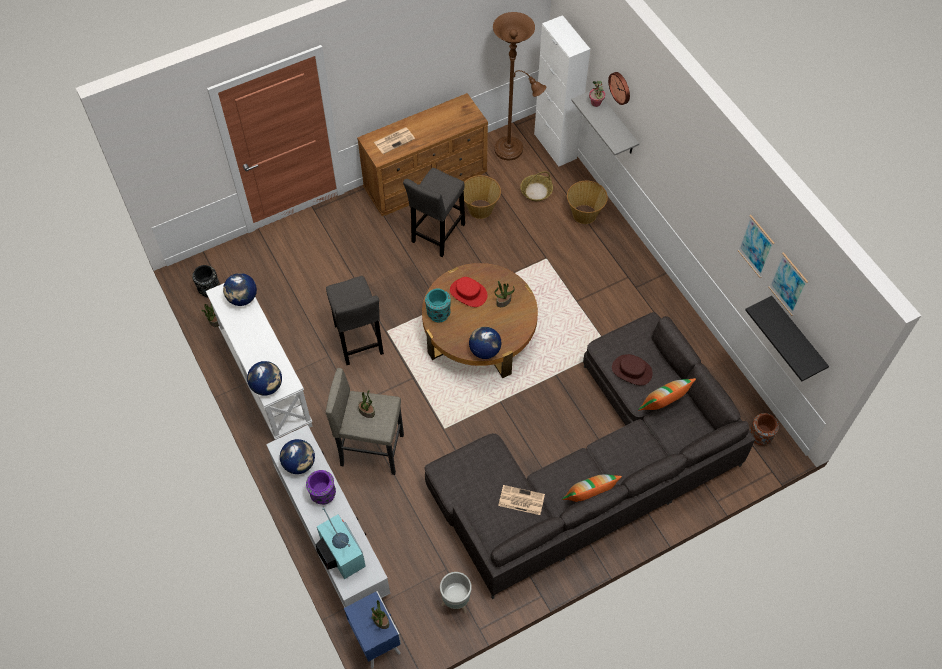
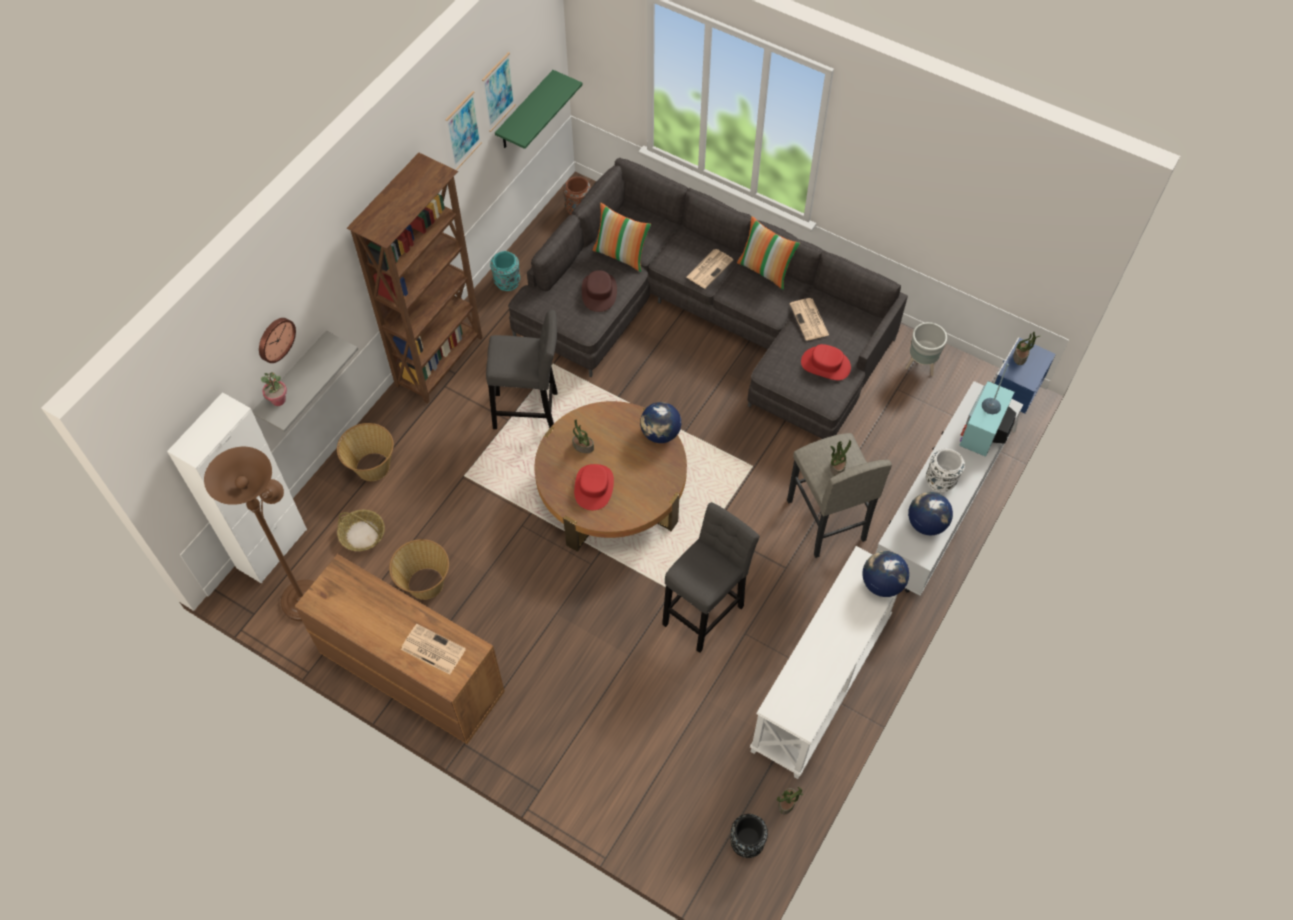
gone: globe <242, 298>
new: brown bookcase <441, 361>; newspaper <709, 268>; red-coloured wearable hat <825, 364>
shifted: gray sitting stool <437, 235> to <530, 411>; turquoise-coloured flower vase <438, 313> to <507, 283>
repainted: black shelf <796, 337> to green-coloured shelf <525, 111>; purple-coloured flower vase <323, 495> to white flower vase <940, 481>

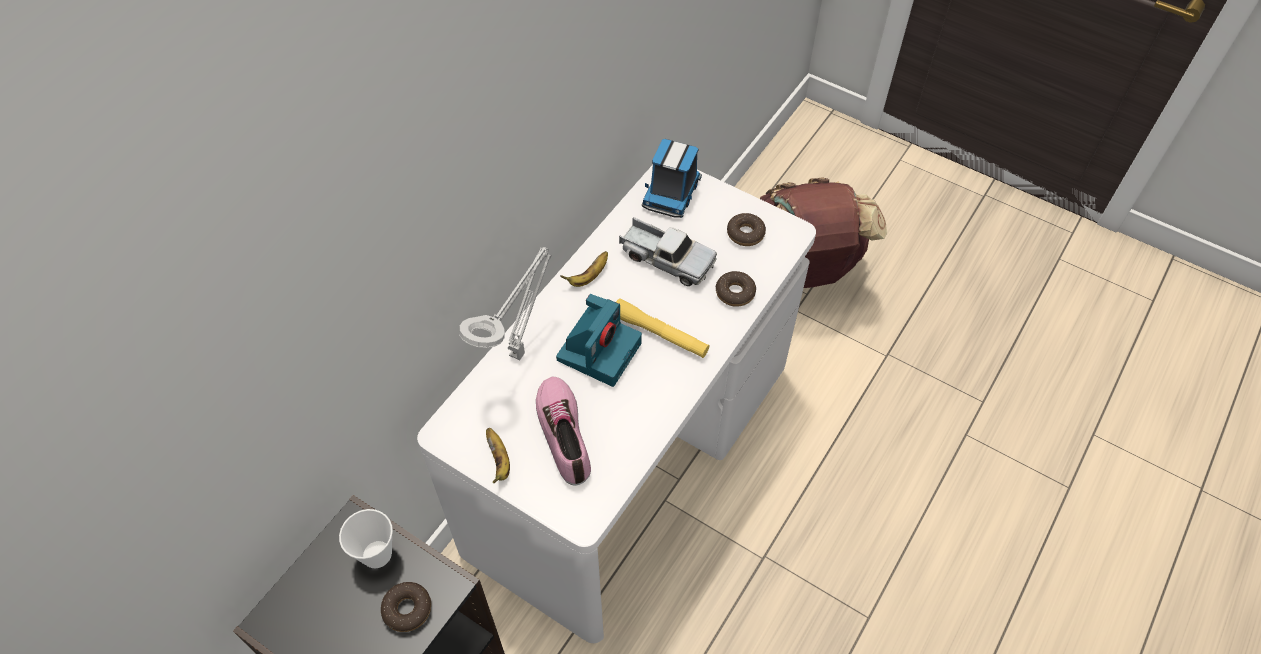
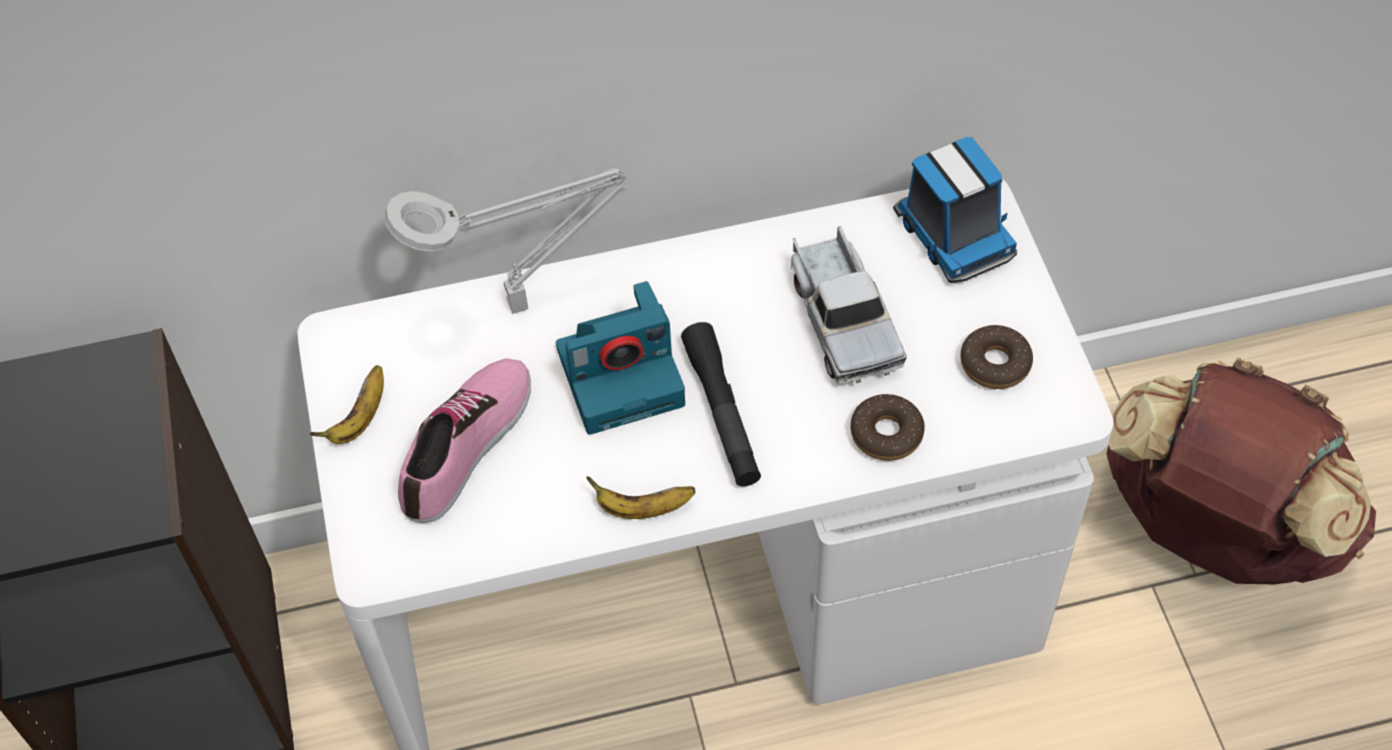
gone: small cup <377, 554>; donut <407, 609>
shifted: banana fruit <588, 277> to <642, 509>
repainted: yellow torch <660, 334> to black torch <722, 413>
rotated: model truck <672, 192> = <952, 234> 90 degrees counterclockwise

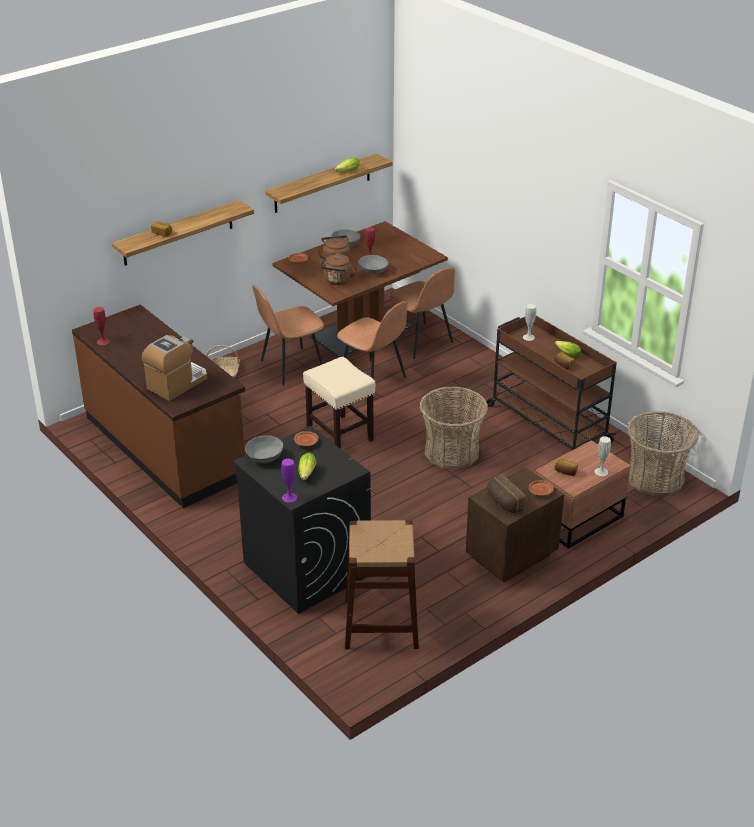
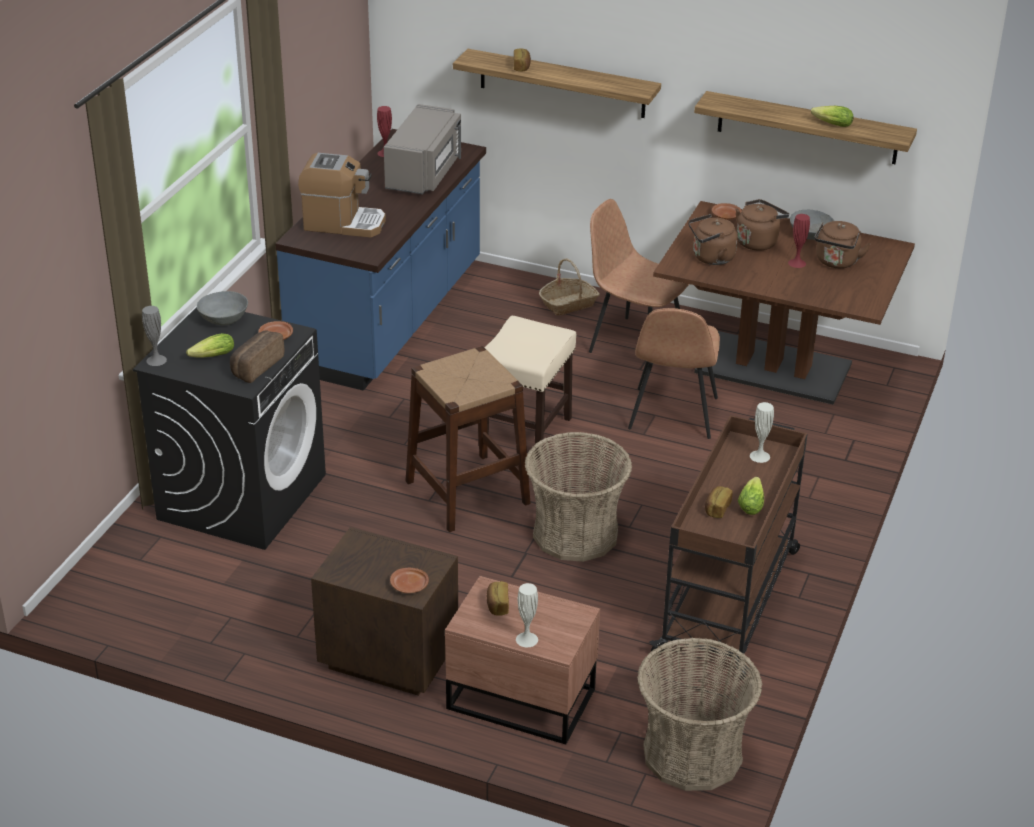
gone: gray bowl <373, 271>; brown plain chair <420, 342>
new: gray microwave oven <425, 173>; brown tea kettle <836, 262>
shifted: bread <503, 502> to <255, 366>; brown sitting stool <381, 623> to <467, 492>
repainted: purple-coloured flower vase <289, 497> to gray flower vase <156, 360>; brown counter <165, 446> to blue-coloured counter <390, 318>

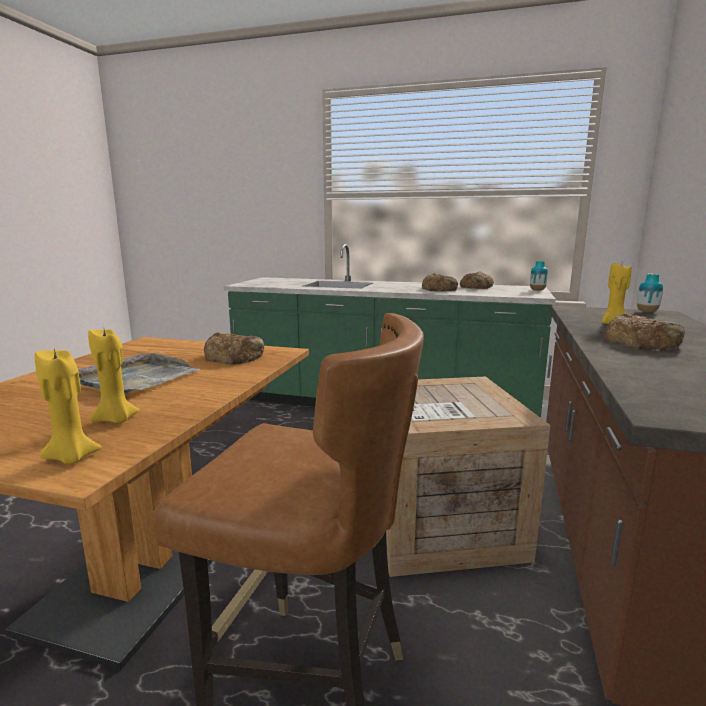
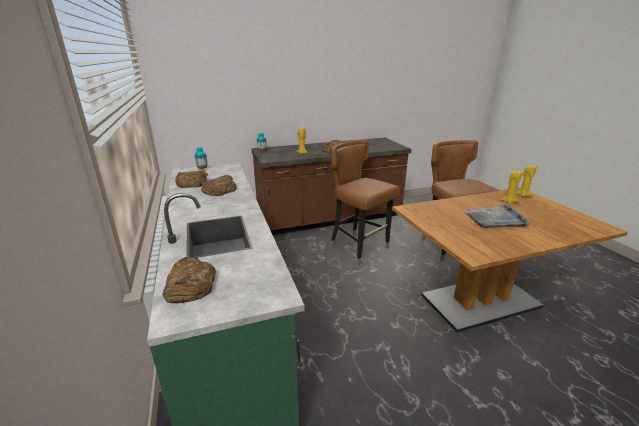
shifted: bread <234, 356> to <190, 285>
swapped: crate <442, 525> to brown plain chair <359, 248>

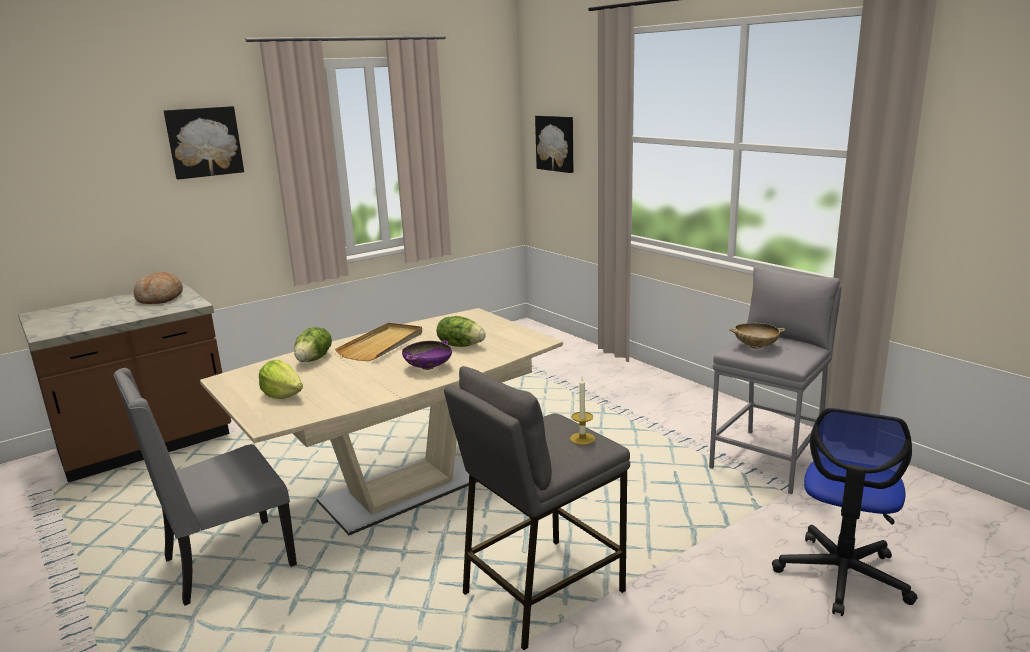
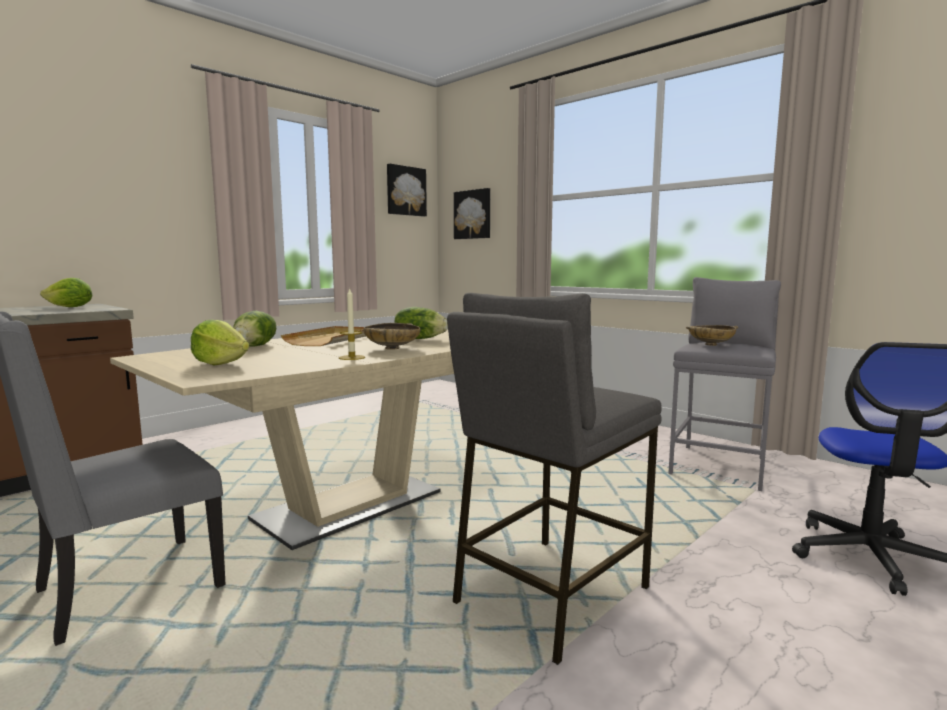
shifted: candle <582, 438> to <352, 357>; picture <204, 142> to <405, 191>
swapped: bread <160, 298> to lettuce head <70, 307>
repainted: purple-coloured bowl <428, 367> to sand-coloured bowl <392, 348>

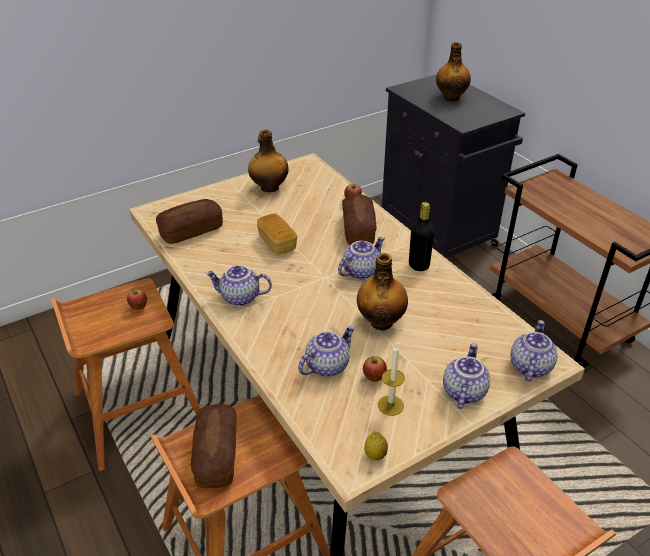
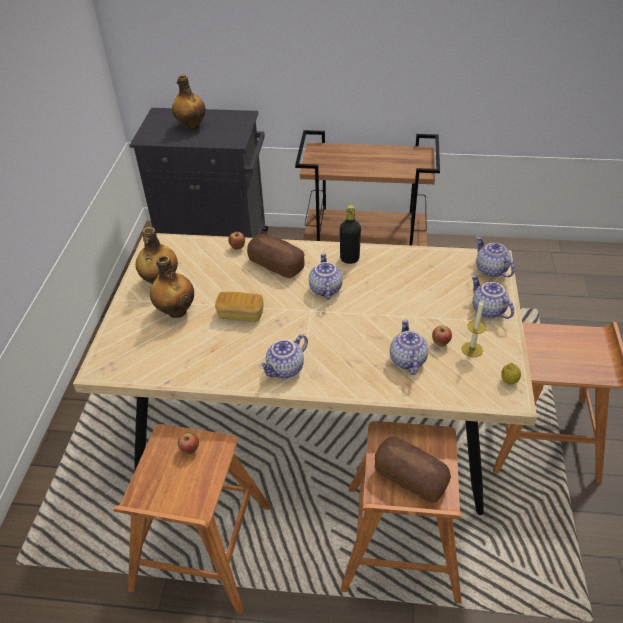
gone: bread <191, 231>
shifted: bottle <381, 321> to <176, 311>

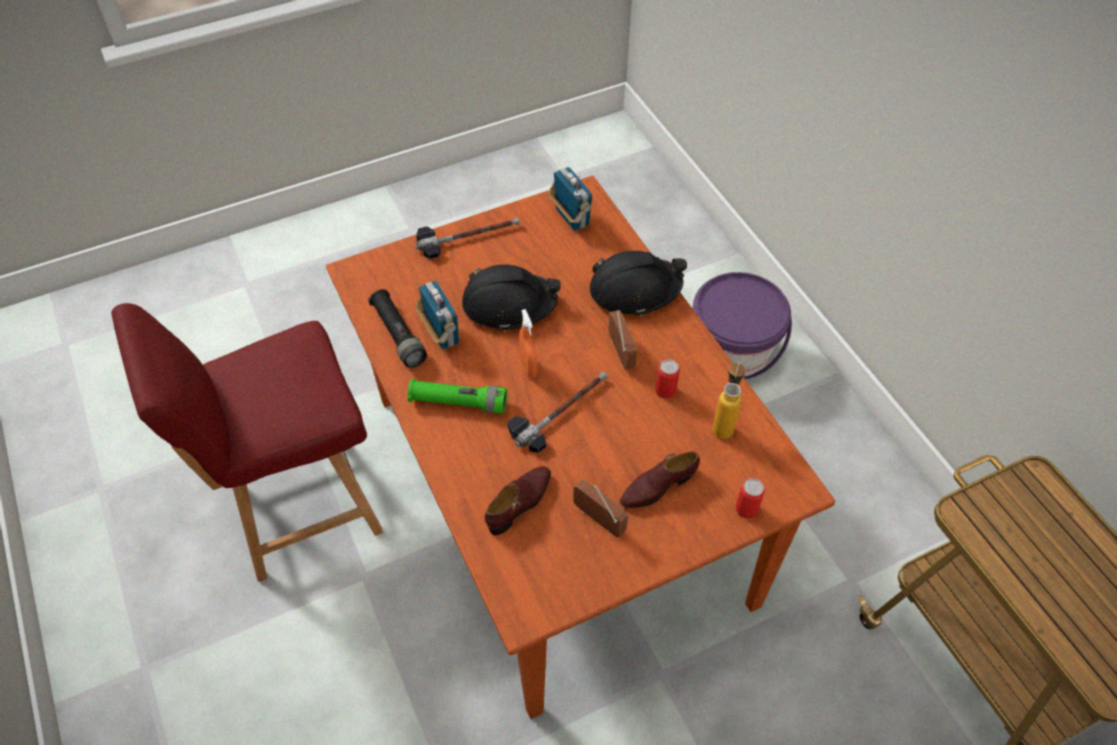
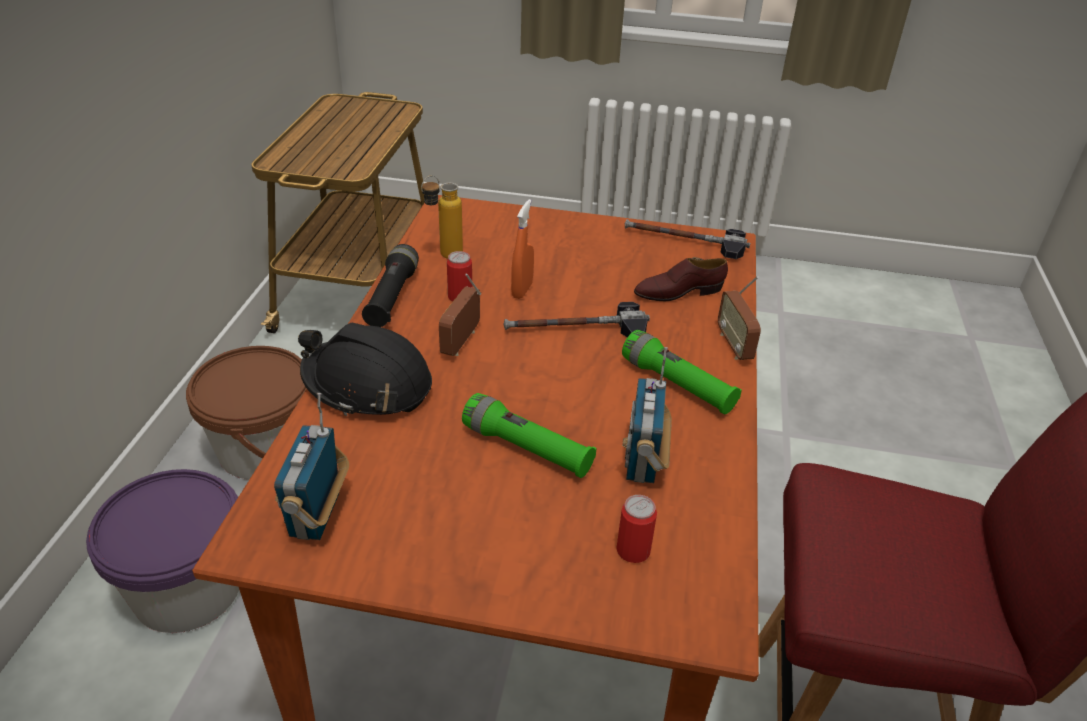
gone: brown shoe <658, 486>
new: brown water bucket <264, 449>
shifted: black torch <398, 335> to <391, 297>; orange-coloured spray bottle <528, 367> to <522, 290>; sealed can <746, 509> to <633, 550>; tool hammer <468, 237> to <684, 241>; radio receiver <598, 520> to <734, 345>
swapped: black safety helmet <509, 305> to green-coloured torch <527, 449>

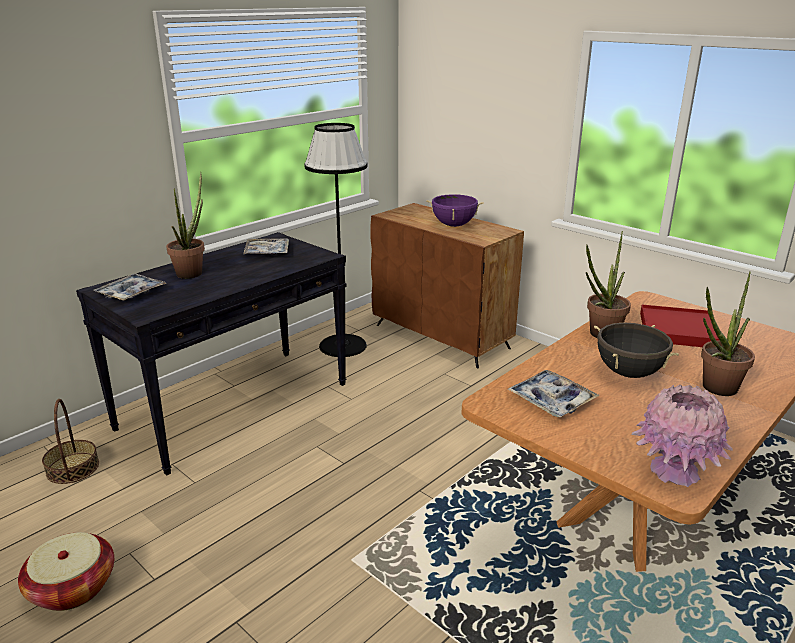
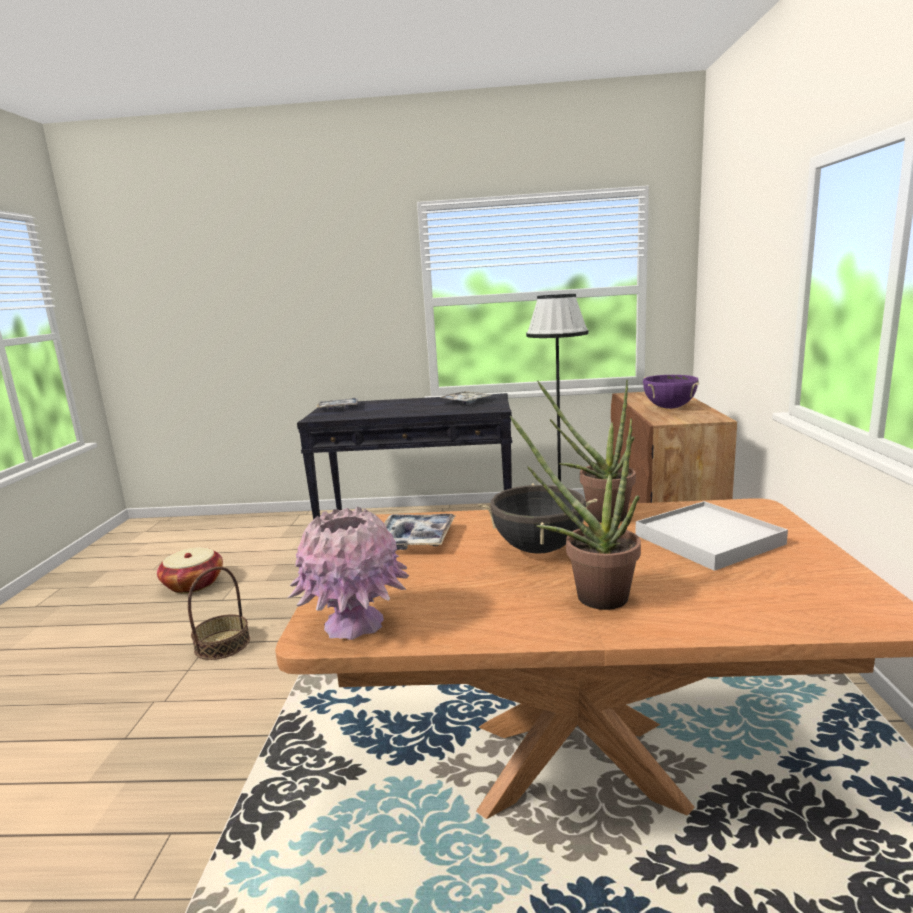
gone: potted plant <192, 272>
shifted: household basket <72, 468> to <222, 644>
repainted: red-coloured carrying tray <677, 330> to white carrying tray <708, 539>

